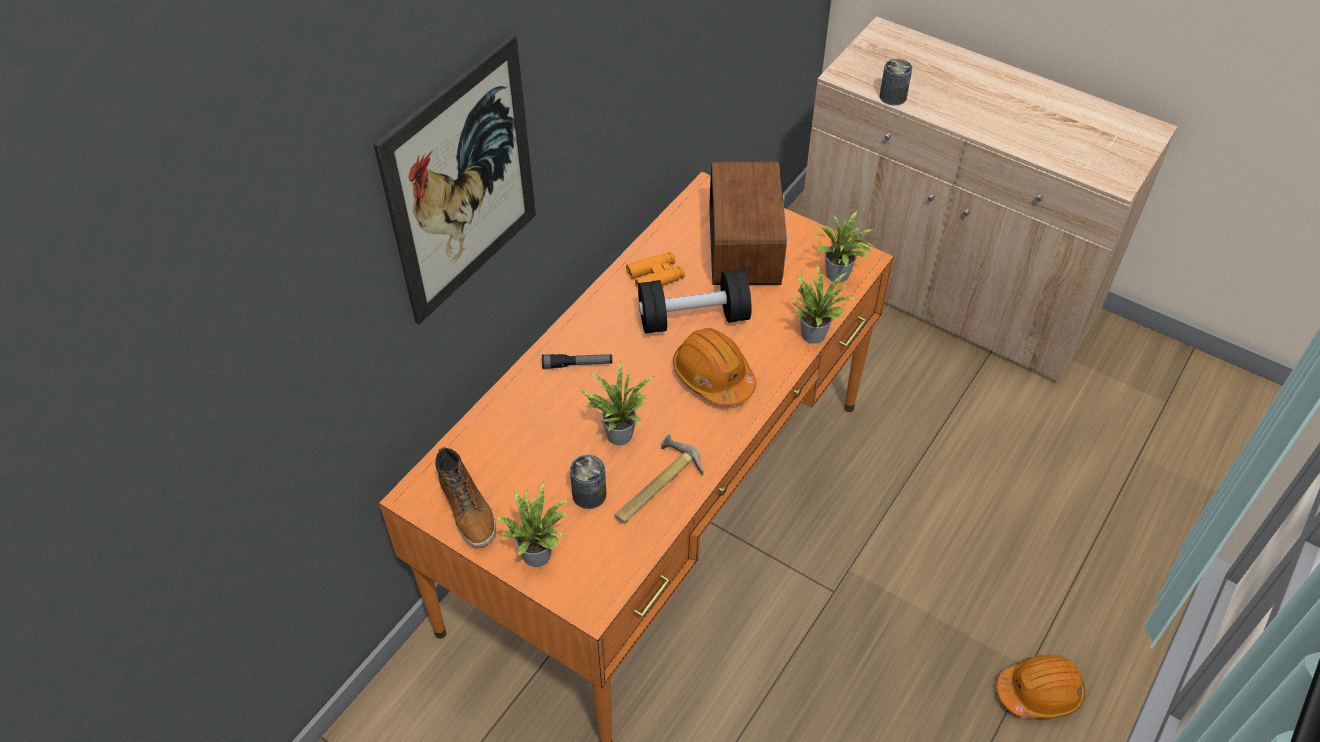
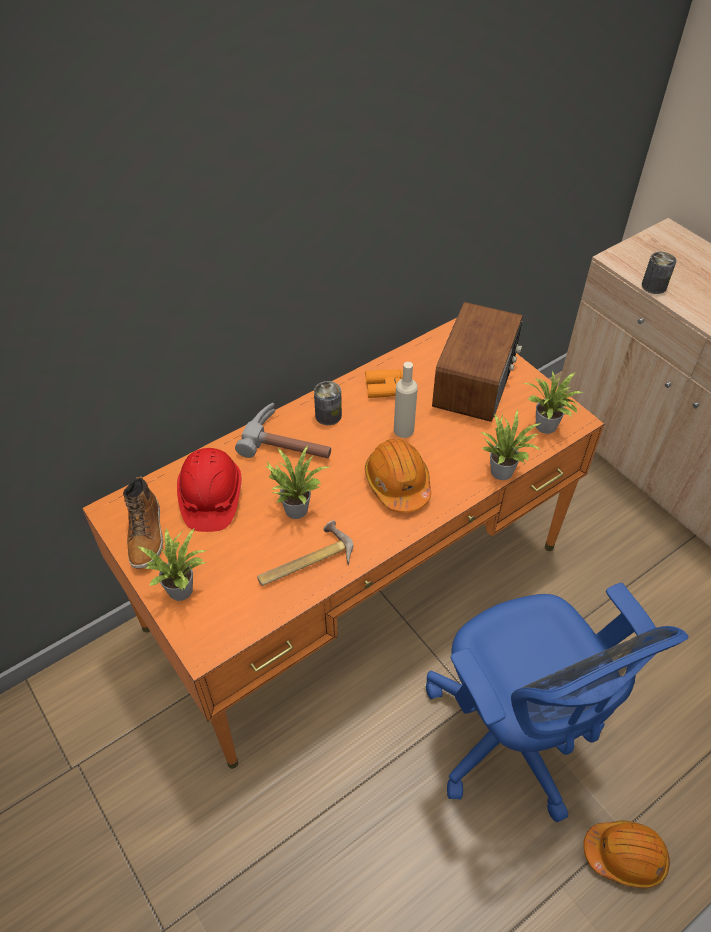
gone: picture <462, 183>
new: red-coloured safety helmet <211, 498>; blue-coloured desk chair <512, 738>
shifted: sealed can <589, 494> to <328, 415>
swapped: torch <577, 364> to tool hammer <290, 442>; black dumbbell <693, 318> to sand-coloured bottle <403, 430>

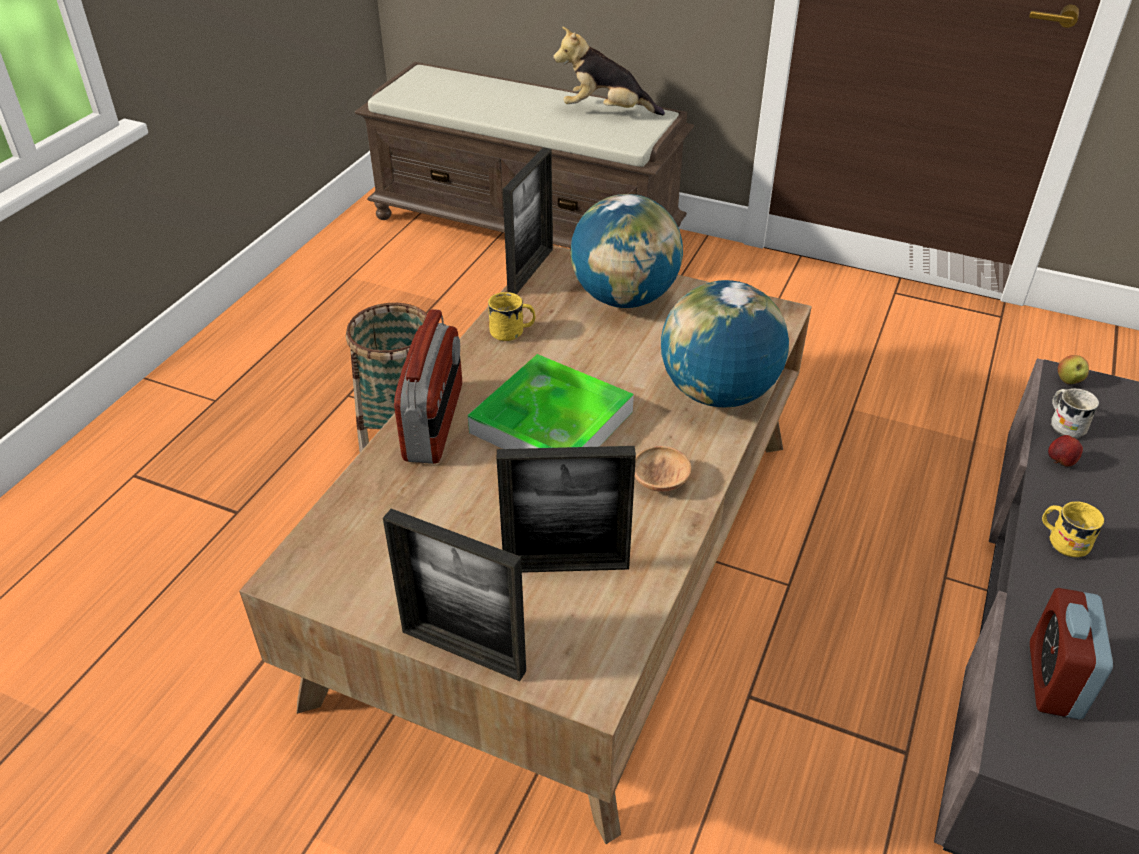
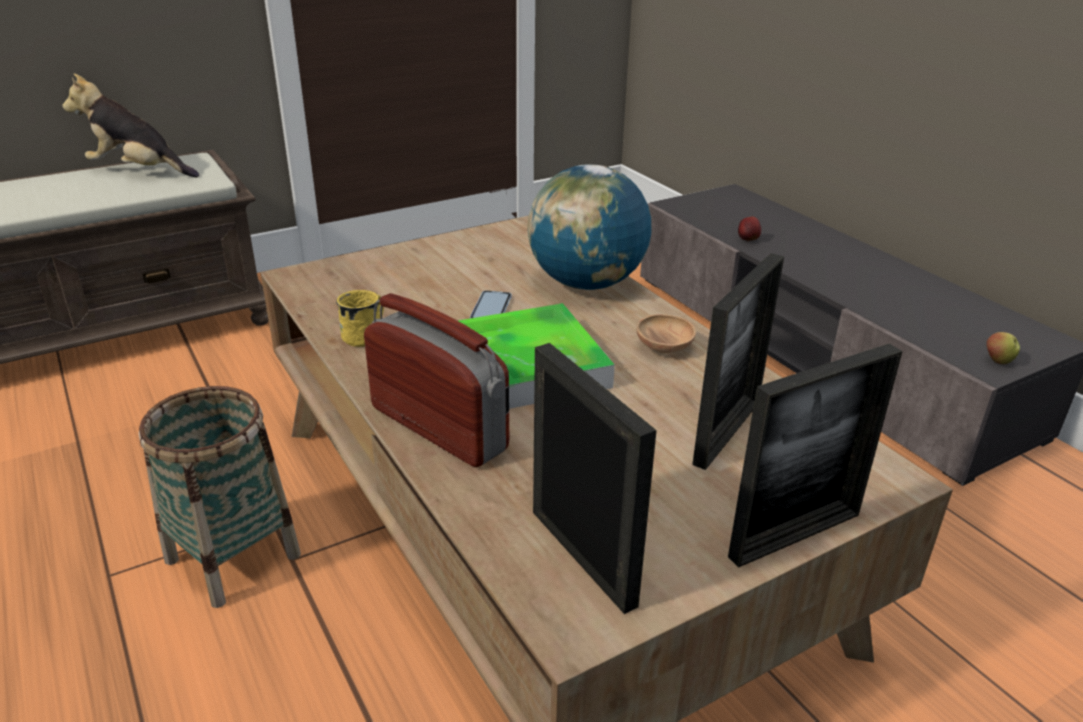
gone: globe <624, 298>; alarm clock <1054, 680>; yellow tea mug <1062, 541>; white tea mug <1064, 424>
new: telephone <491, 309>
shifted: picture frame <530, 270> to <582, 557>; apple fruit <1068, 381> to <997, 361>
rotated: cuddly toy <606, 112> = <138, 171> 60 degrees clockwise

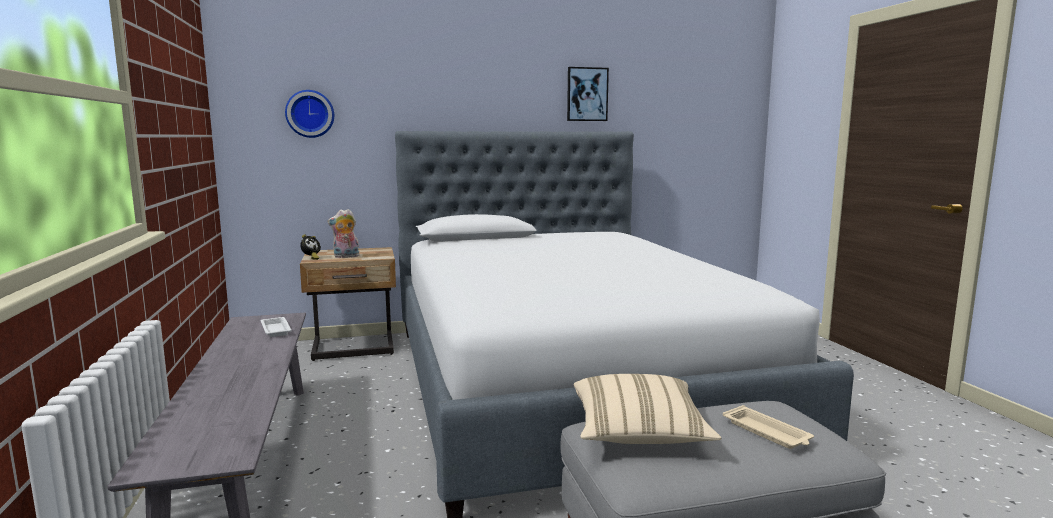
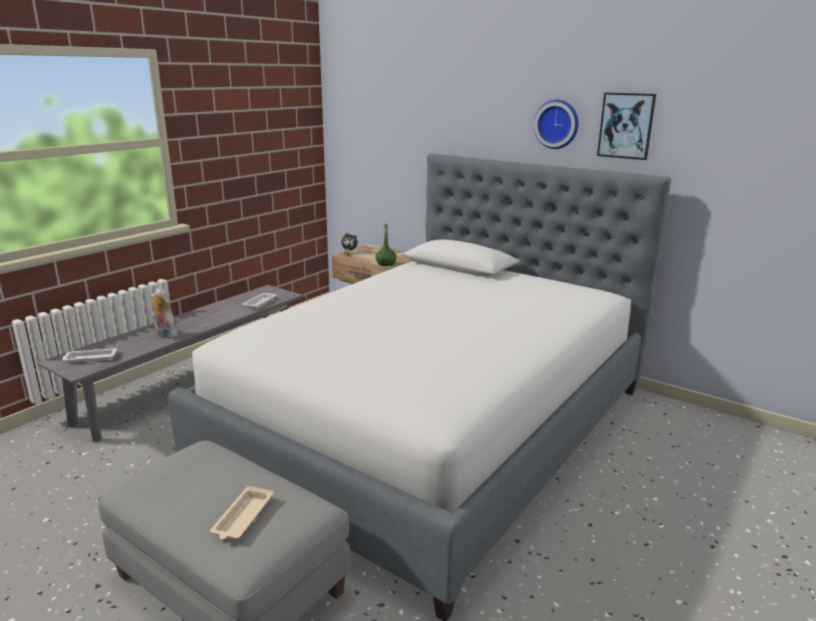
gone: sand-coloured cushion <638, 433>
new: white carrying tray <90, 358>; green-coloured bottle <386, 264>
shifted: cuddly toy <345, 257> to <164, 334>; hanging clock <310, 114> to <557, 124>

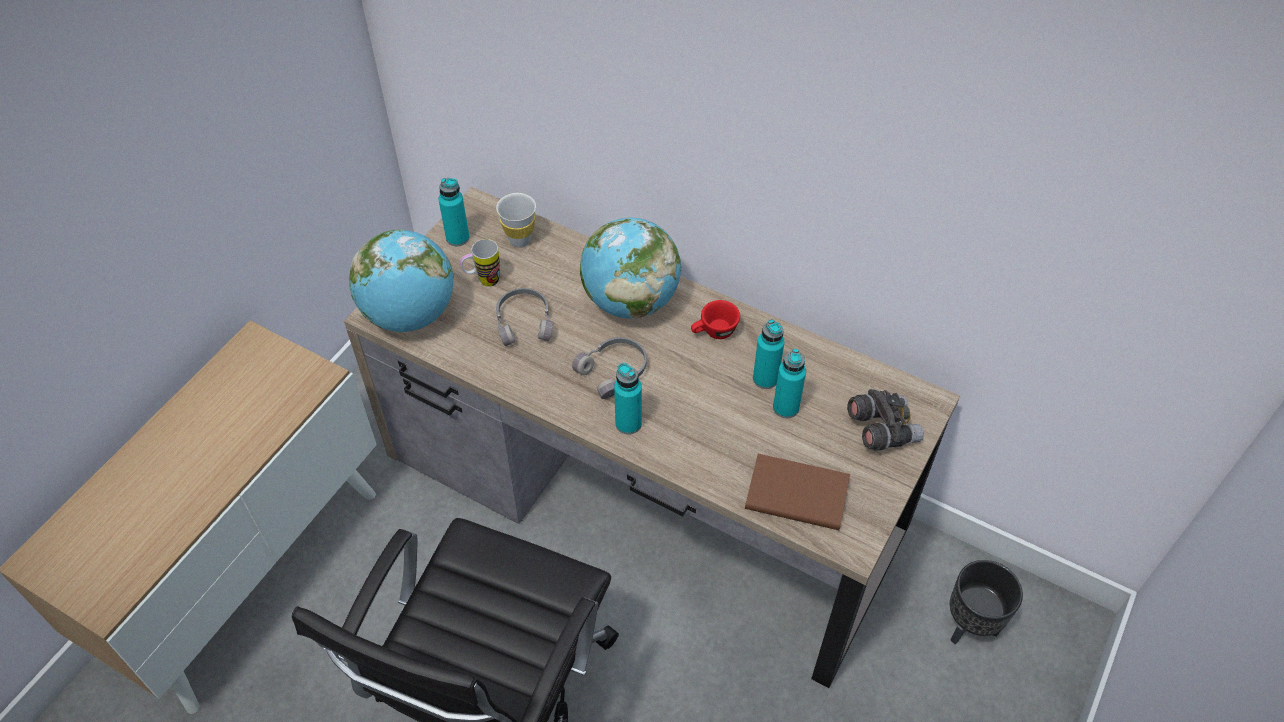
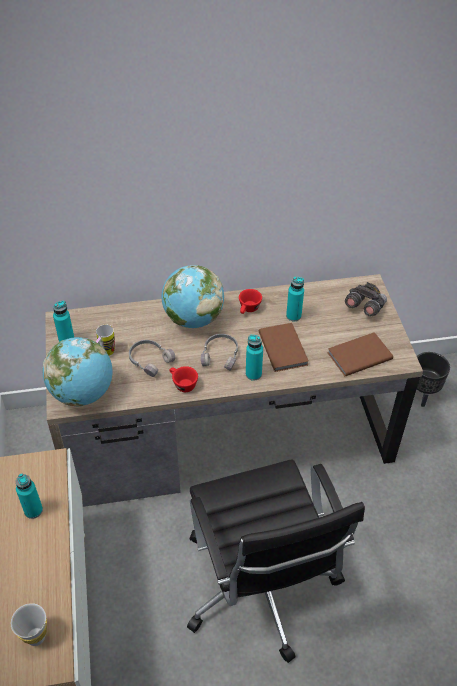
new: red-coloured small cup <182, 384>; brown bound book <284, 348>
shifted: white small cup <520, 240> to <36, 637>; turquoise-coloured bottle <786, 407> to <33, 510>

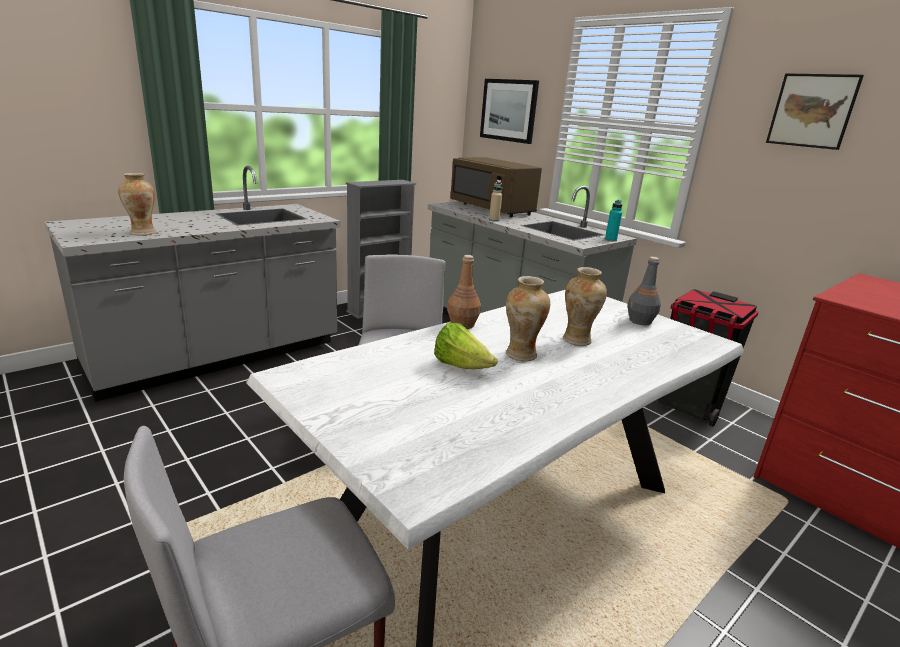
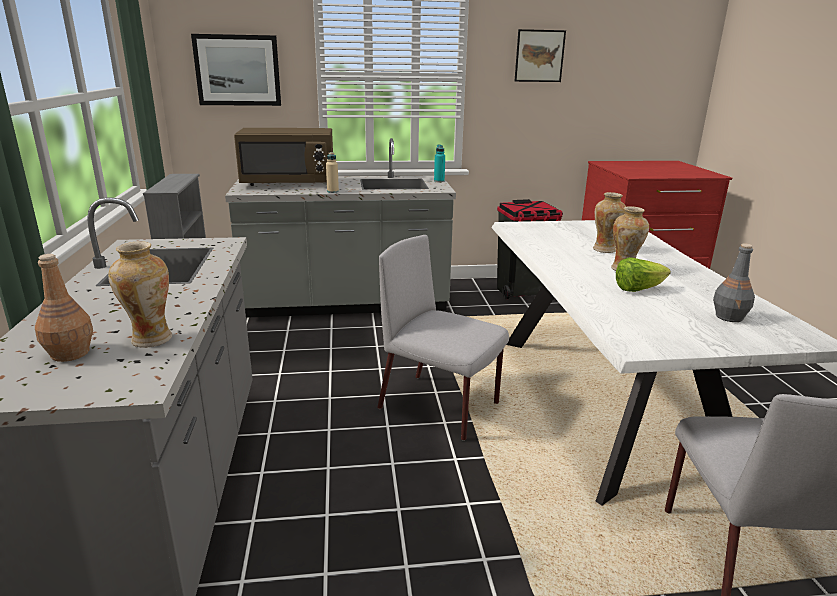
shifted: brown bottle <462, 324> to <70, 354>; gray bottle <640, 321> to <729, 317>

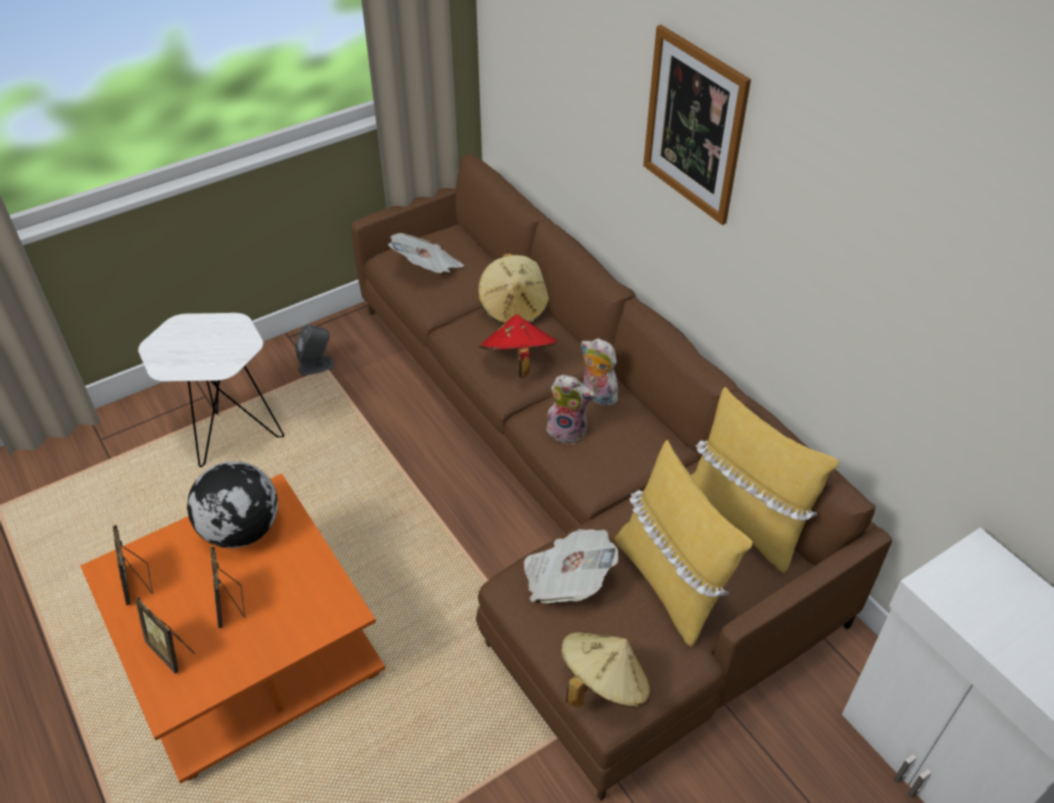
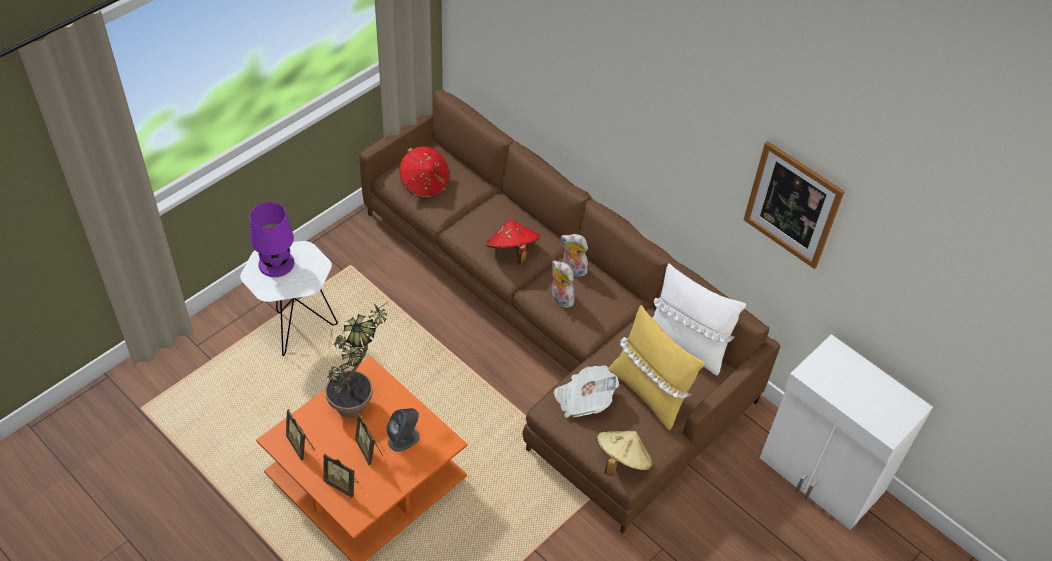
gone: sand-coloured wearable hat <514, 308>
new: purple-coloured tabletop lamp <276, 263>
shifted: gray audio speaker <316, 366> to <404, 439>; picture <694, 125> to <792, 205>
swapped: globe <242, 530> to potted plant <358, 399>; newspaper <427, 269> to red-coloured wearable hat <424, 183>
repainted: yellow cushion <743, 520> to white cushion <686, 345>
rotated: cuddly toy <568, 431> = <560, 298> 135 degrees counterclockwise

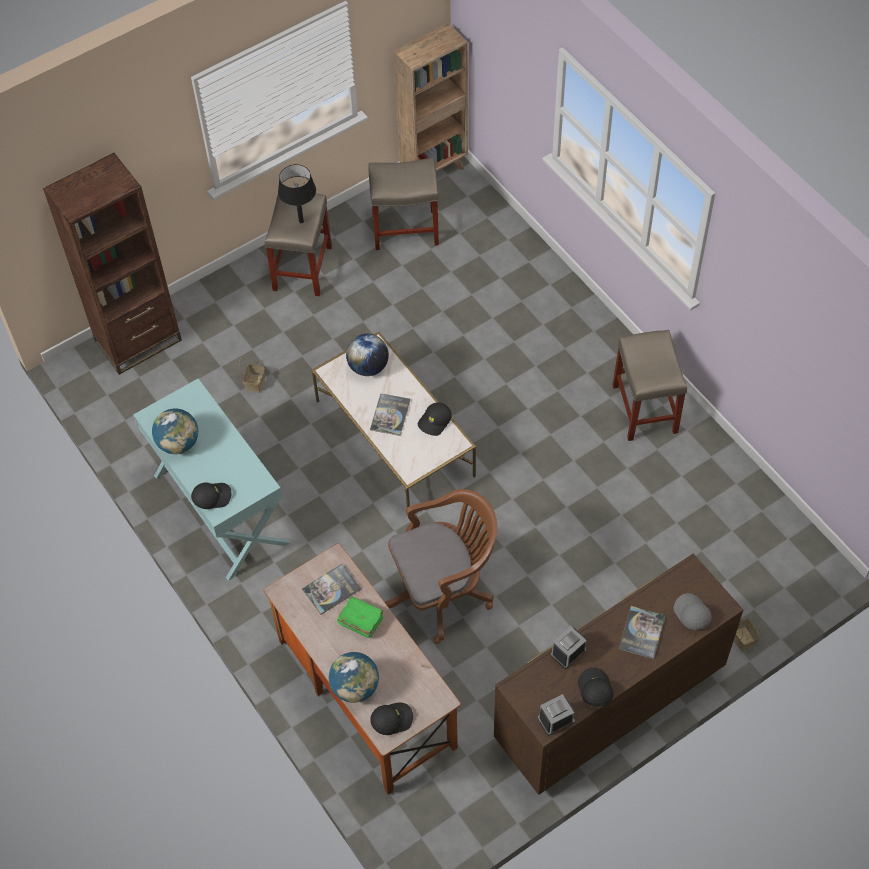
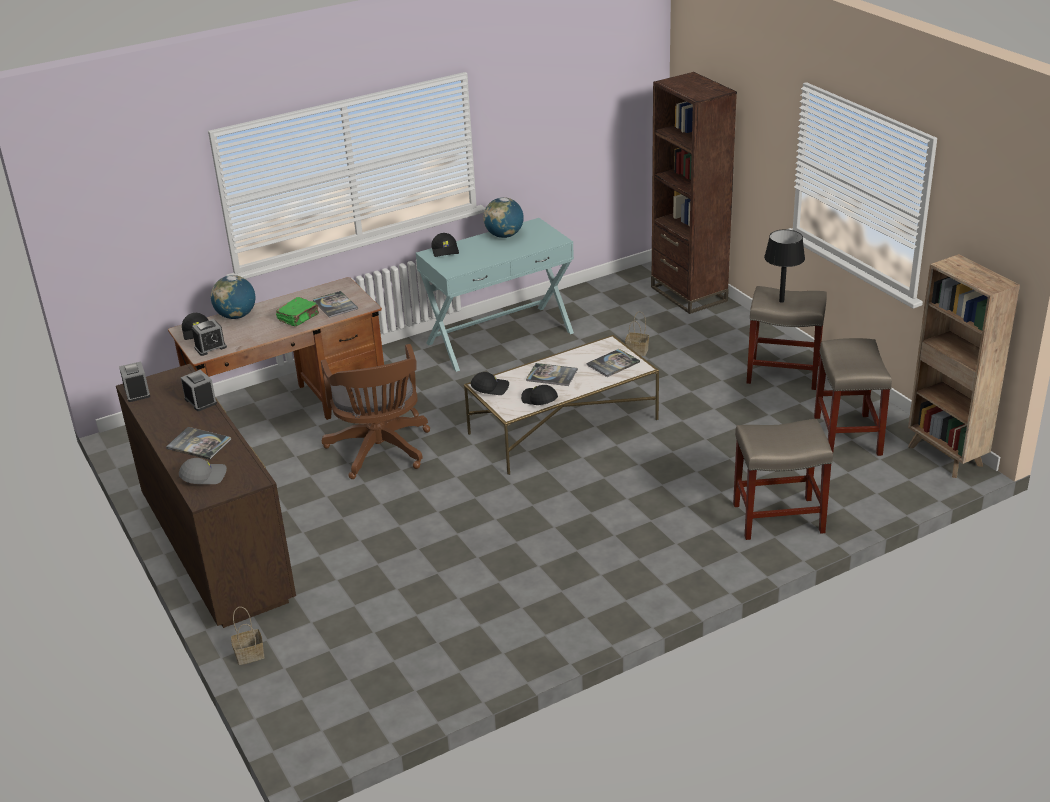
new: alarm clock <210, 347>
shifted: black peaked cap <594, 689> to <490, 388>; sand-coloured sitting stool <645, 410> to <777, 518>
swapped: globe <368, 367> to bound book <613, 363>

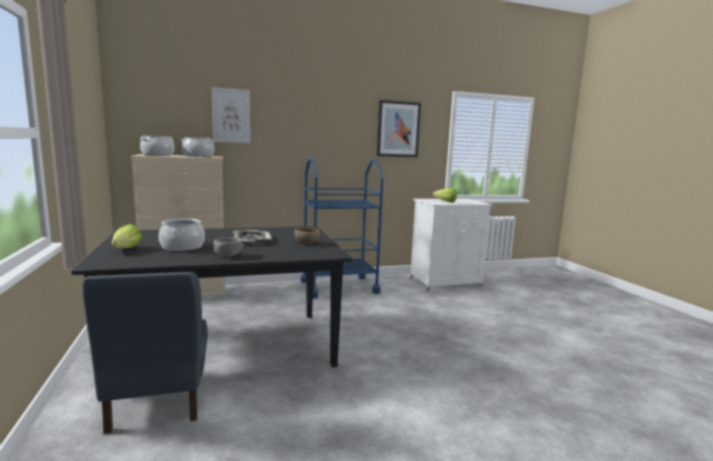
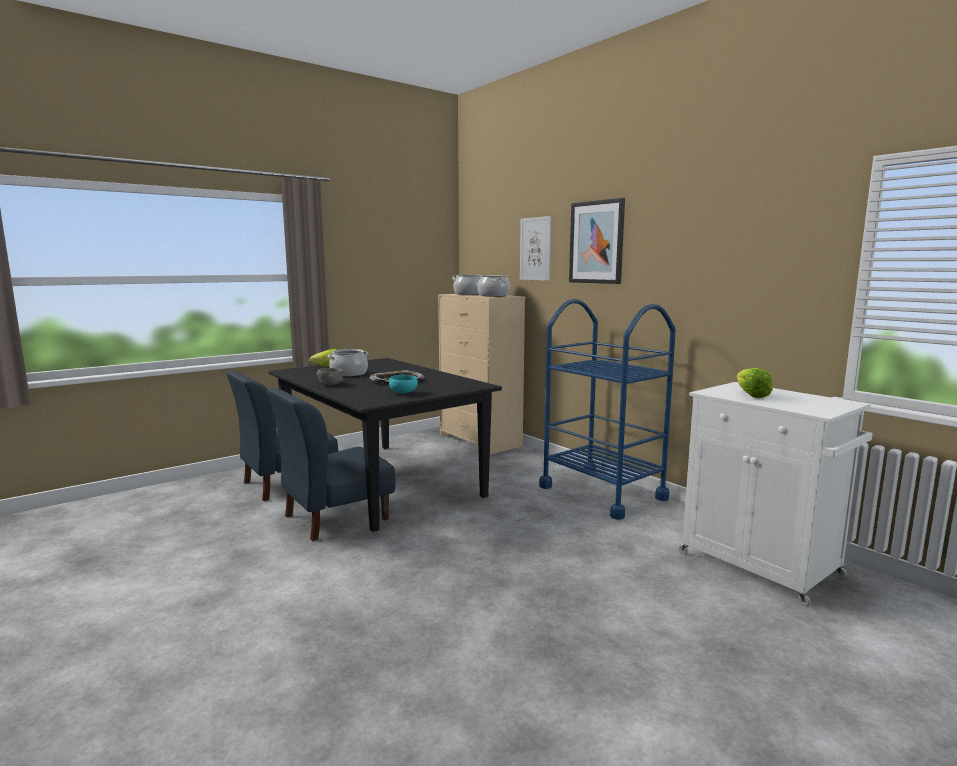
new: blue-coloured plain chair <335, 517>
shifted: picture <398, 129> to <596, 242>
repainted: brown bowl <307, 243> to turquoise-coloured bowl <404, 393>

